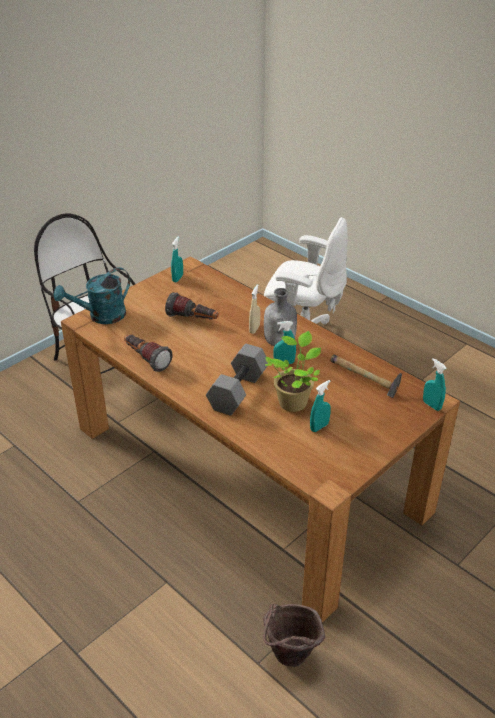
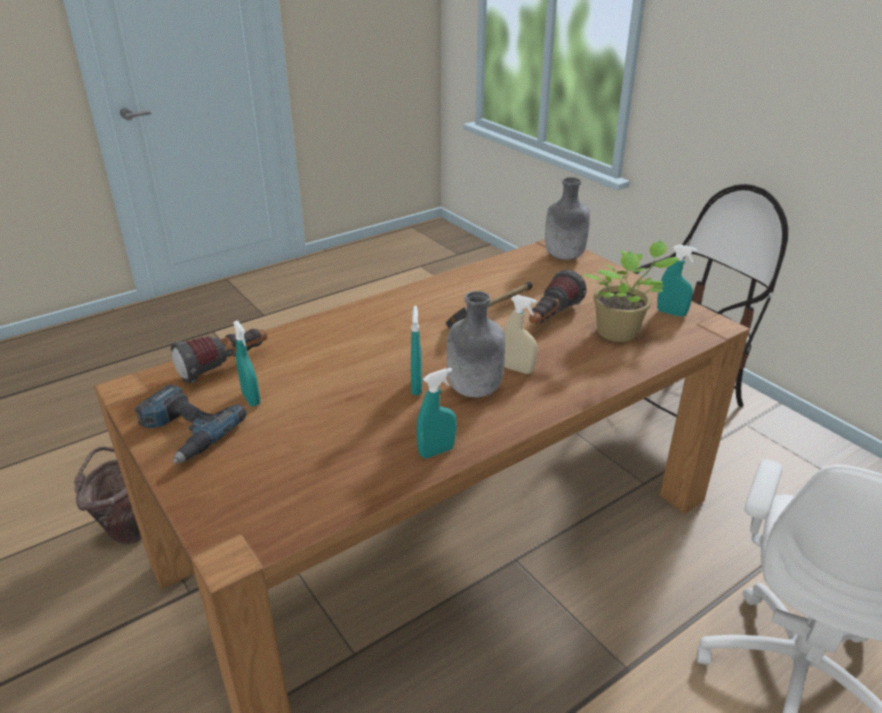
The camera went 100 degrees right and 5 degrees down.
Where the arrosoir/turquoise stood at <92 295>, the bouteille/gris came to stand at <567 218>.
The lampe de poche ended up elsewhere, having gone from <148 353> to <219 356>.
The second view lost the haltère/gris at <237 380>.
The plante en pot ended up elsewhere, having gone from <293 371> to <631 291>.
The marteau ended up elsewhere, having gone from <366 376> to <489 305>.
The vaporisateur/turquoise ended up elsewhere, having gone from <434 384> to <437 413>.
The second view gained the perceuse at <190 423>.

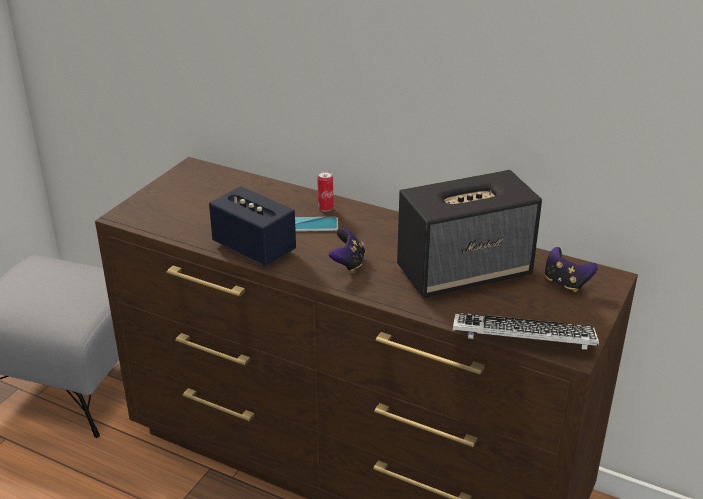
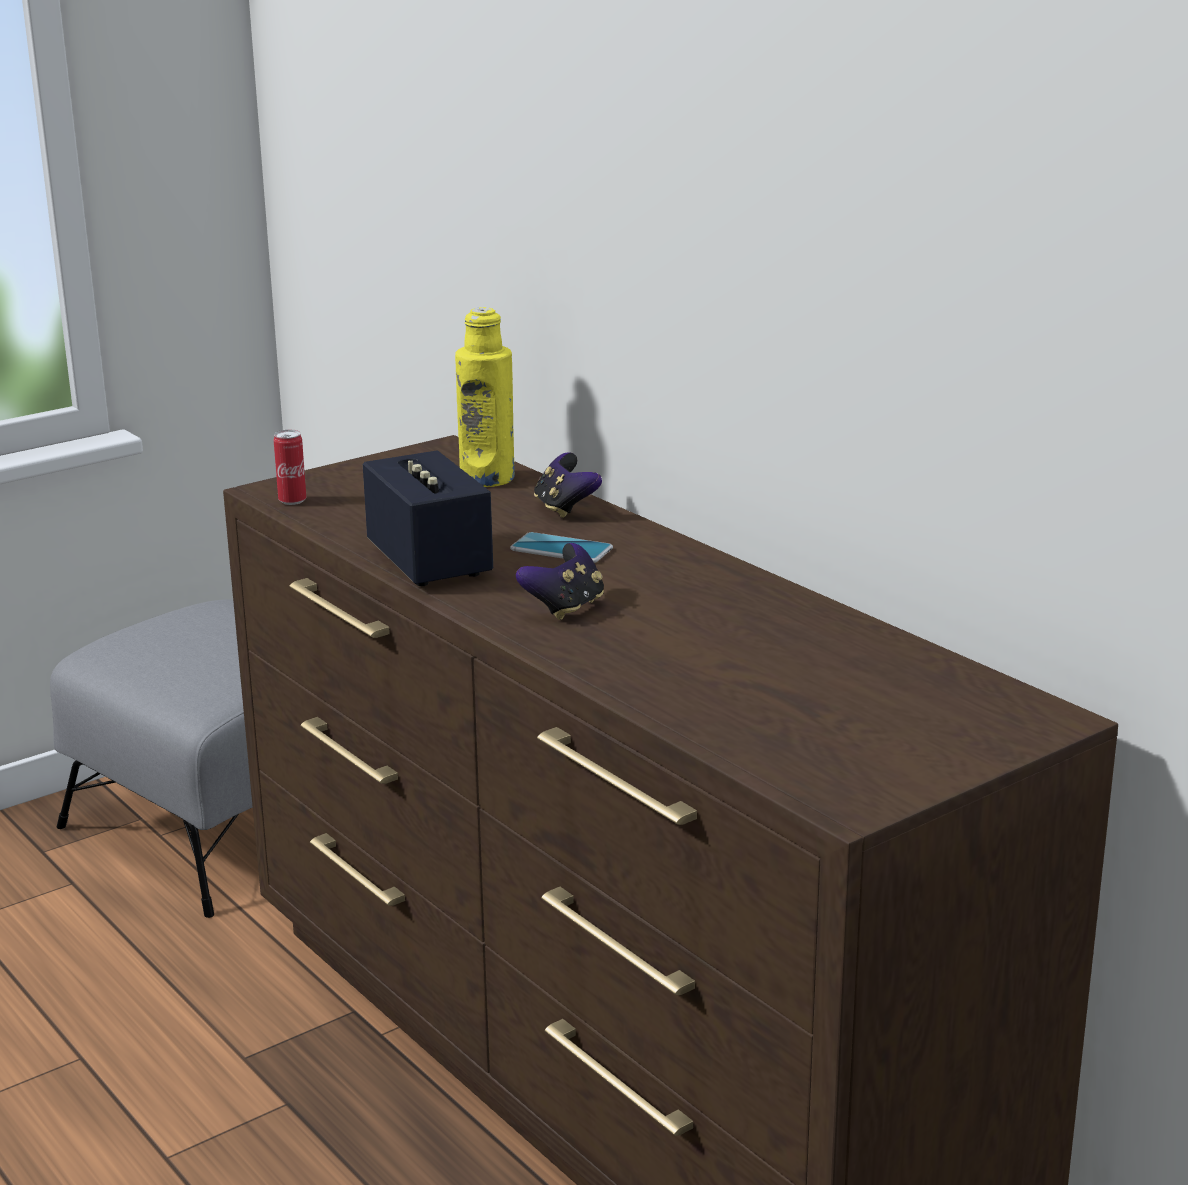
The camera went 25 degrees right and 10 degrees down.
The boîte métallique ended up elsewhere, having gone from <325 191> to <290 467>.
The second view lost the enceinte at <469 234>.
The second view lost the clavier at <526 331>.
The manette ended up elsewhere, having gone from <571 269> to <568 485>.
The second view gained the bouteille/jaune at <485 397>.

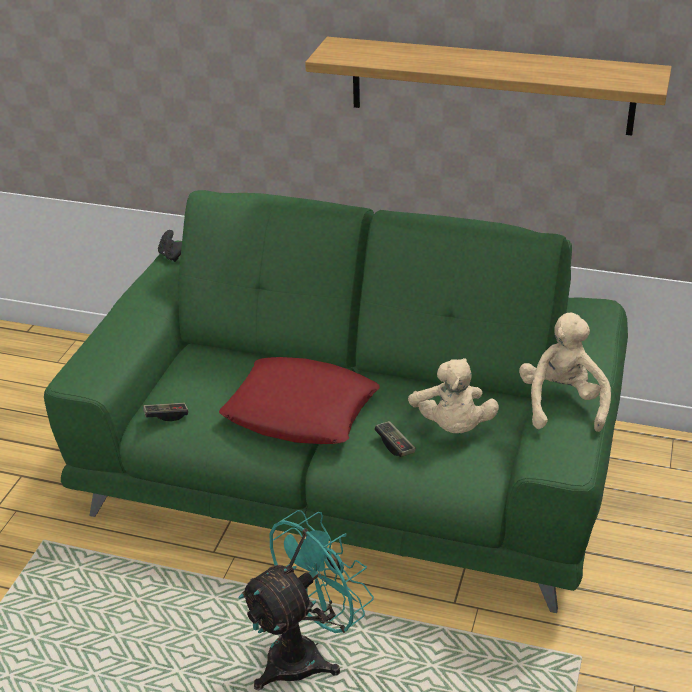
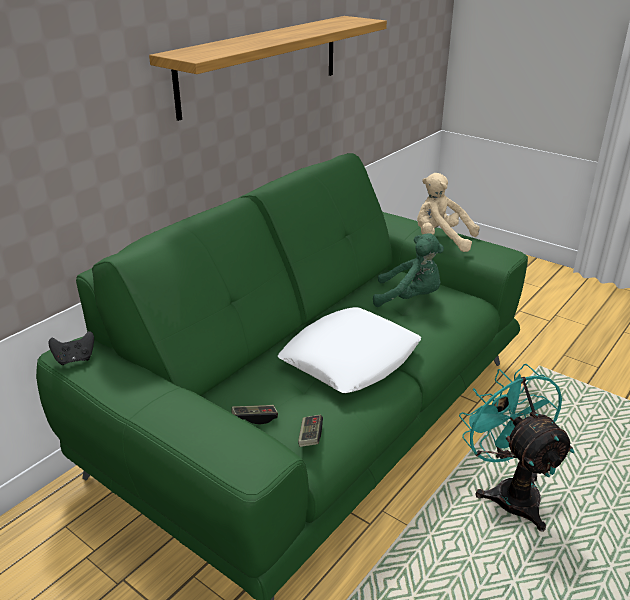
The camera went 70 degrees left and 5 degrees down.
What was the coussin/rouge at <299 400> turned into the coussin/blanc at <349 350>.
The manette ended up elsewhere, having gone from <395 439> to <254 414>.
What was the peluche/beige at <453 395> turned into the peluche/vert at <408 270>.

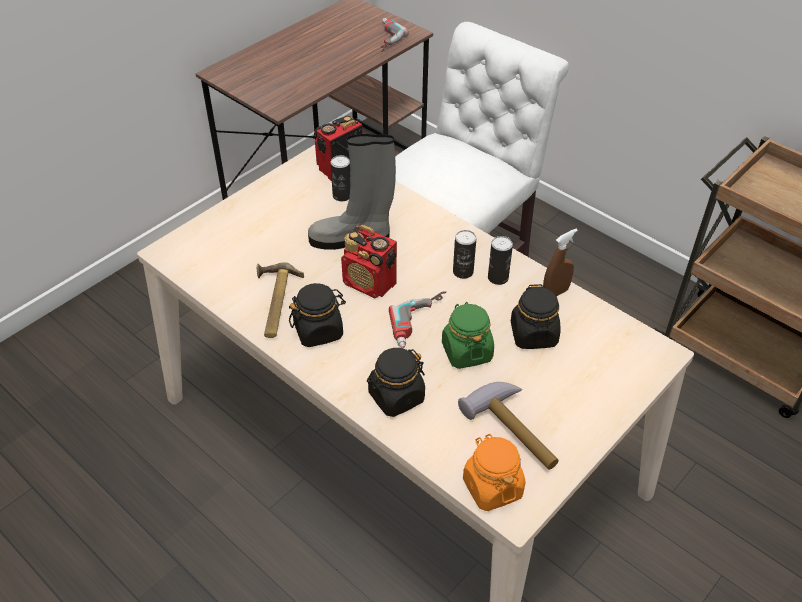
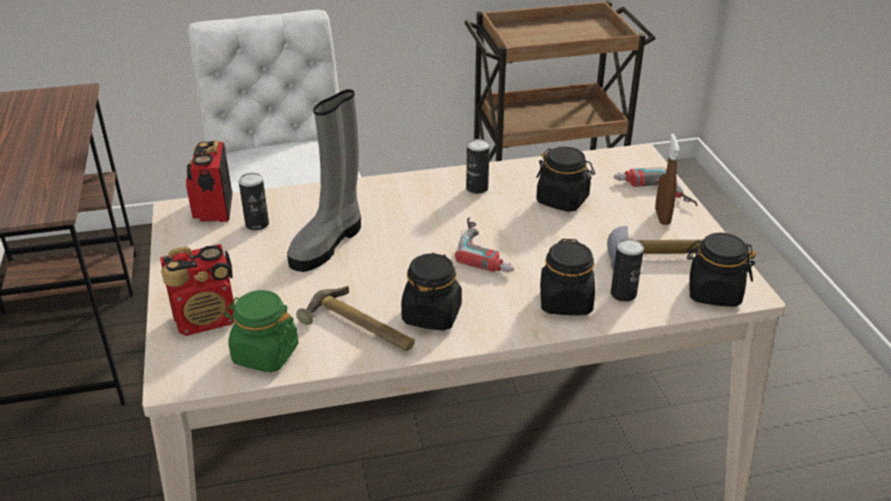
The camera went 55 degrees left and 10 degrees down.
The radio ended up elsewhere, having gone from <369 261> to <197 290>.
The perceuse ended up elsewhere, having gone from <394 35> to <655 186>.
The bocal/vert ended up elsewhere, having gone from <468 335> to <261 331>.
The boîte métallique ended up elsewhere, having gone from <464 254> to <627 270>.
What was the bocal/orange at <494 472> turned into the bocal/noir at <721 270>.
The vaporisateur/marron ended up elsewhere, having gone from <560 263> to <667 179>.

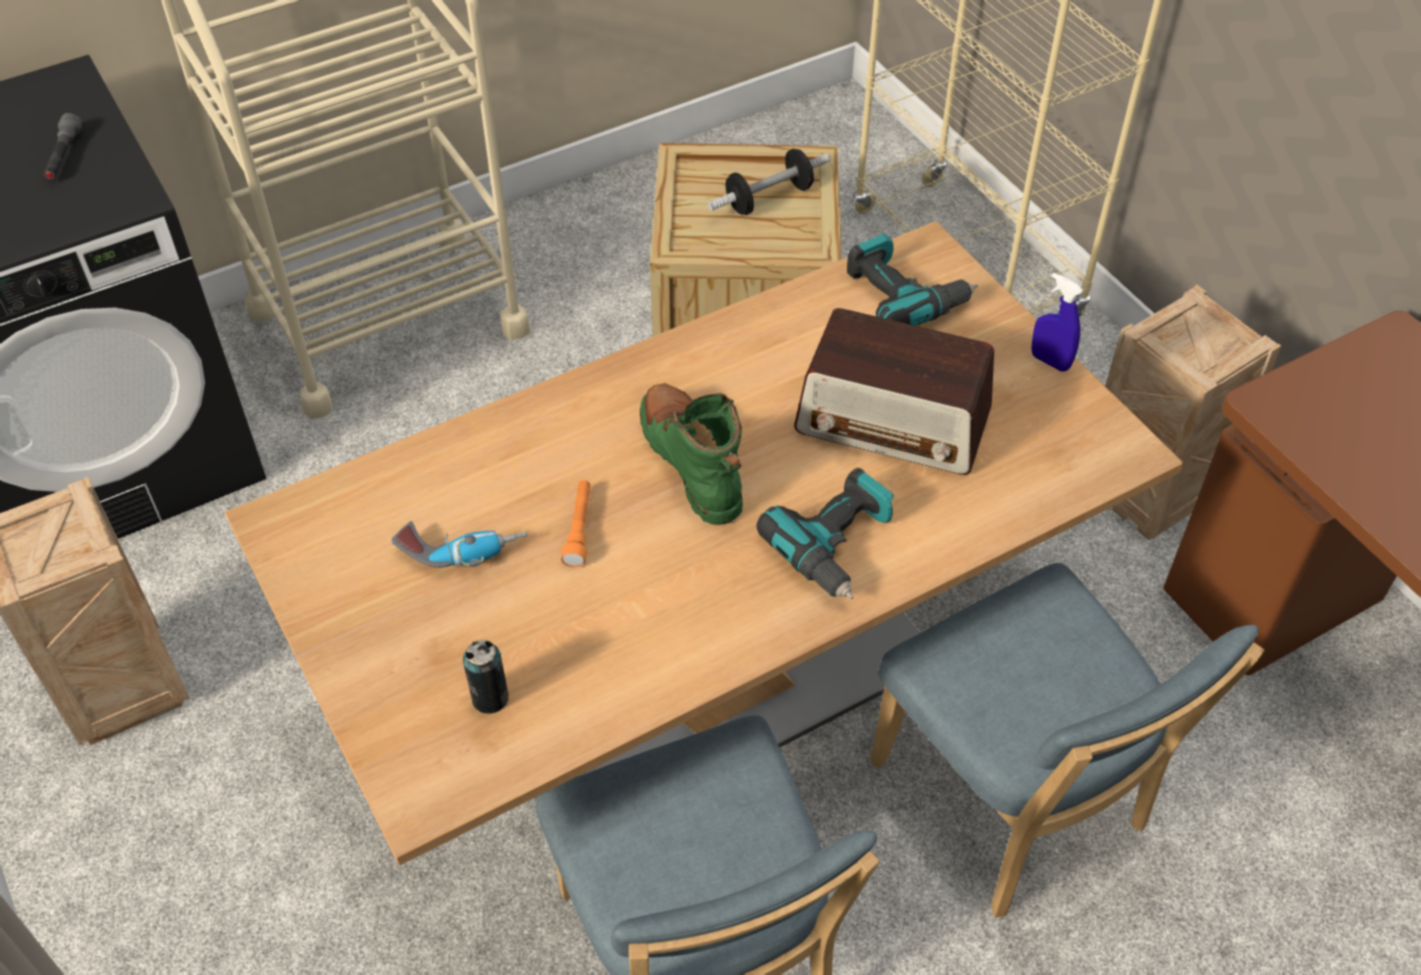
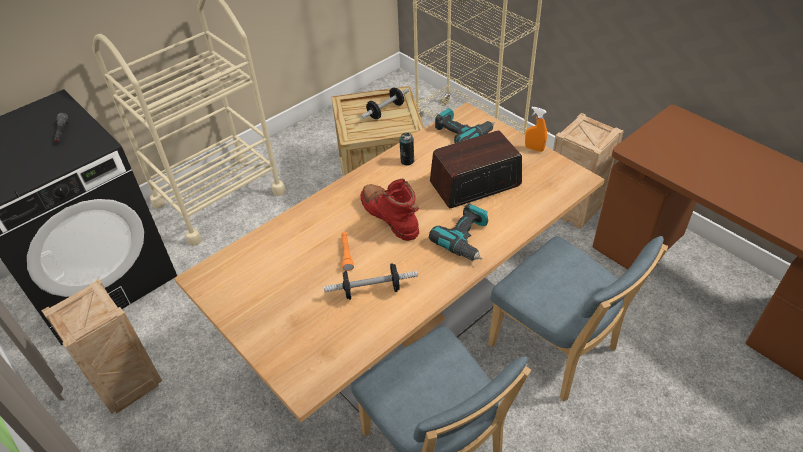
The camera went 10 degrees left and 5 degrees down.
The second view lost the perceuse at <459 544>.
The boîte métallique ended up elsewhere, having gone from <486 677> to <407 149>.
What was the botte/vert at <691 453> turned into the botte/rouge at <389 210>.
The radio at <894 391> ended up facing another way, 150 degrees clockwise from before.
What was the vaporisateur/bleu at <1057 322> turned into the vaporisateur/orange at <536 129>.
The second view gained the haltère at <371 281>.

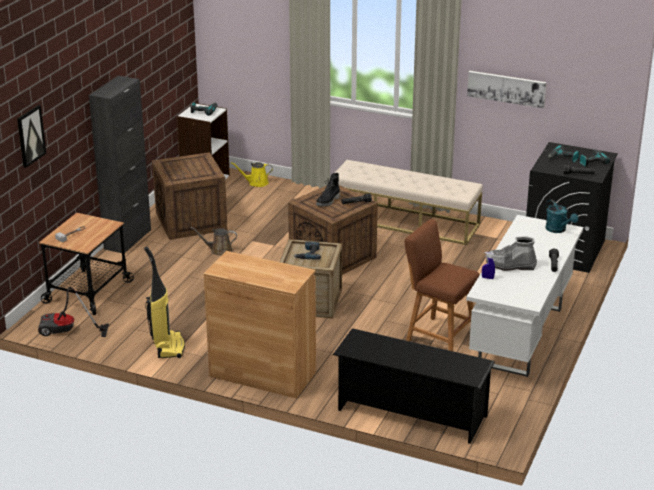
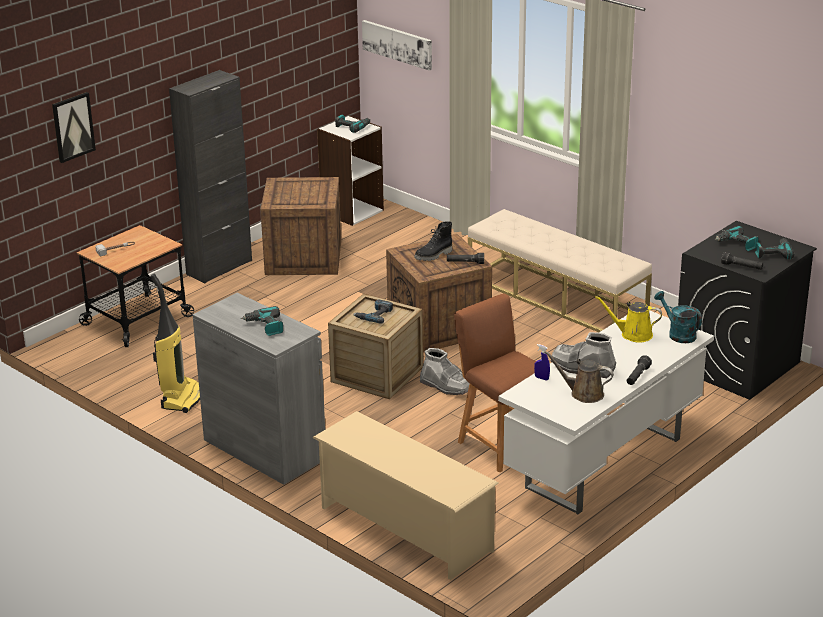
The camera went 20 degrees right and 0 degrees up.
The second view lost the aspirateur at <73 312>.
The arrosoir/marron ended up elsewhere, having gone from <213 241> to <579 376>.
What was the meuble de rangement/marron at <260 325> turned into the meuble de rangement/gris at <259 389>.
The arrosoir/jaune ended up elsewhere, having gone from <252 174> to <628 319>.
What was the étagère à chaussures/noir at <414 386> turned into the étagère à chaussures/beige at <406 495>.
The tableau ended up elsewhere, having gone from <507 89> to <397 45>.
The arrosoir/turquoise at <561 216> ended up facing another way, 150 degrees clockwise from before.
The second view gained the perceuse at <262 321>.
The second view gained the botte/gris at <445 371>.

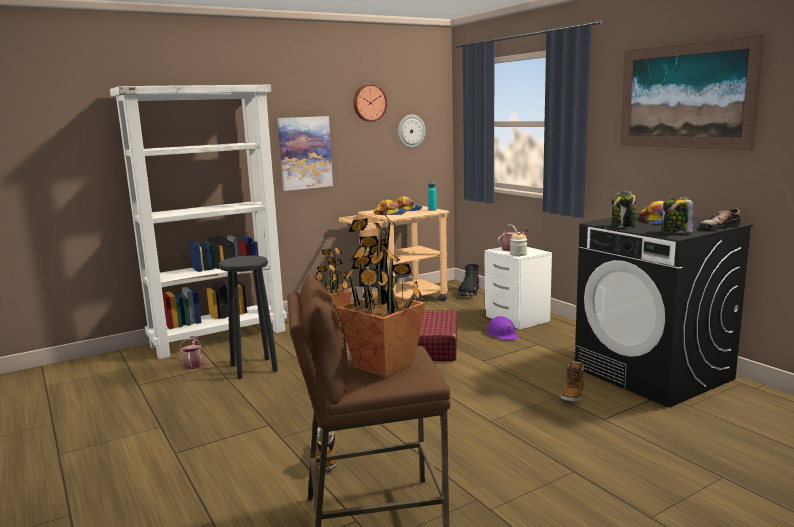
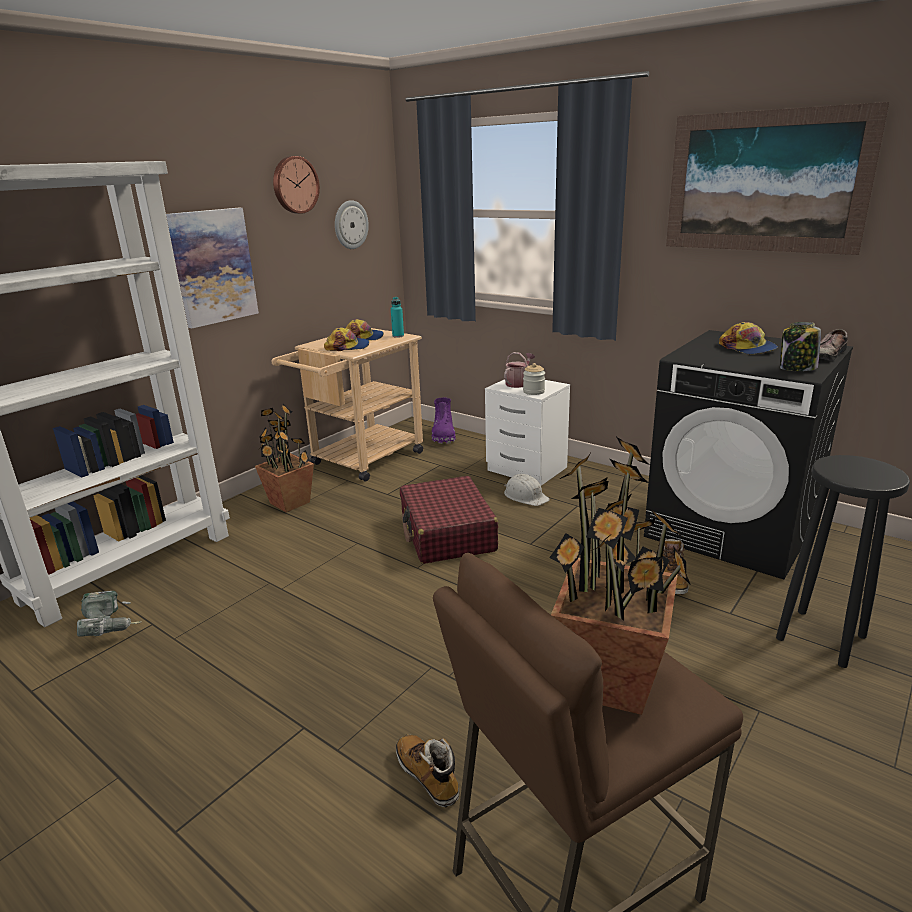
The camera went 20 degrees left and 10 degrees up.
Where the arrosoir stood at <191 353>, the perceuse came to stand at <109 614>.
The tabouret/noir ended up elsewhere, having gone from <248 317> to <843 561>.
What was the botte/noir at <468 280> turned into the botte/violet at <443 420>.
What was the casque de chantier/violet at <503 328> turned into the casque de chantier/blanc at <527 490>.
The second view lost the bocal at <624 210>.

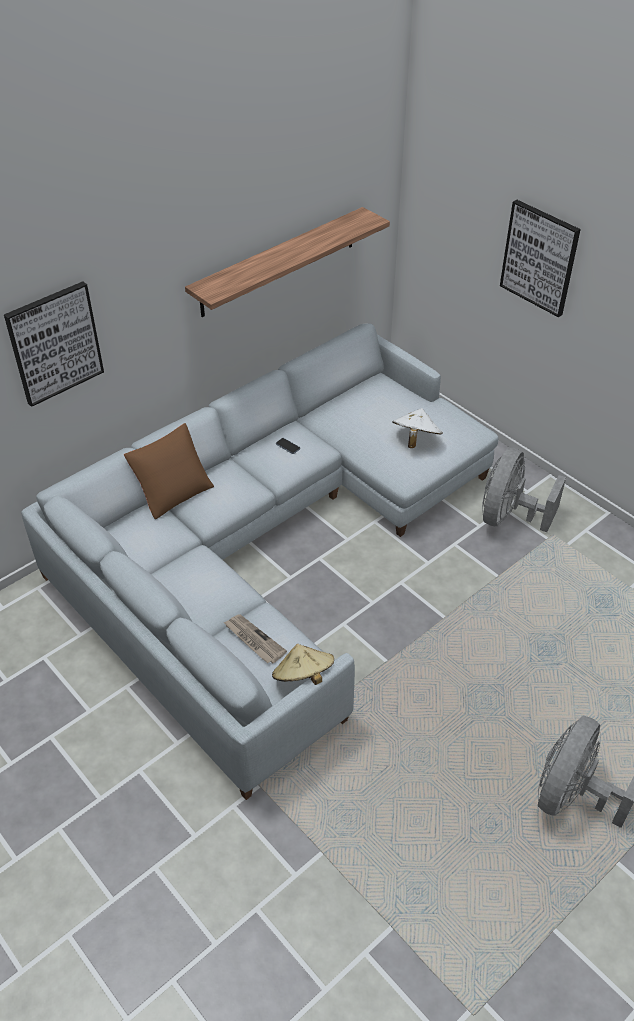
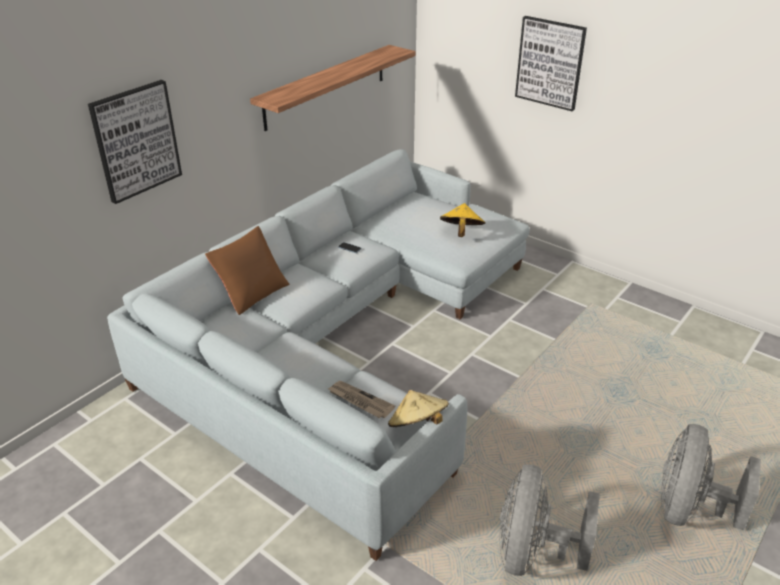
The camera went 10 degrees left and 10 degrees down.
What was the chapeau/blanc at <418 428> turned into the chapeau/jaune at <463 220>.
The ventilateur/gris ended up elsewhere, having gone from <524 490> to <549 520>.

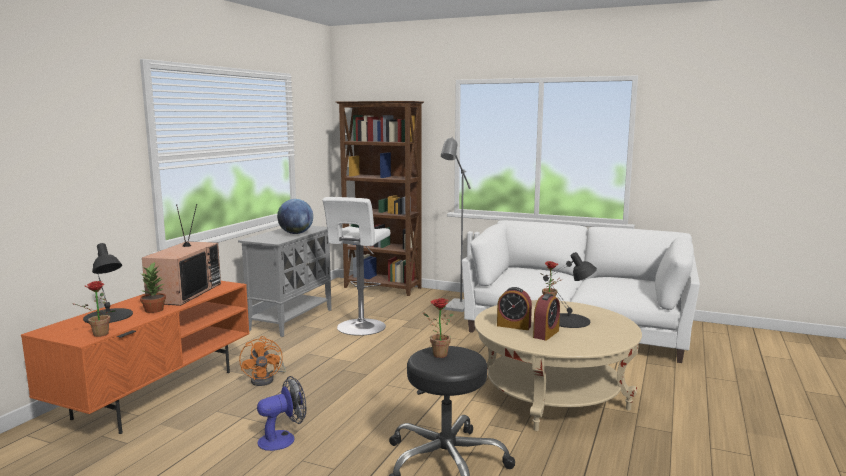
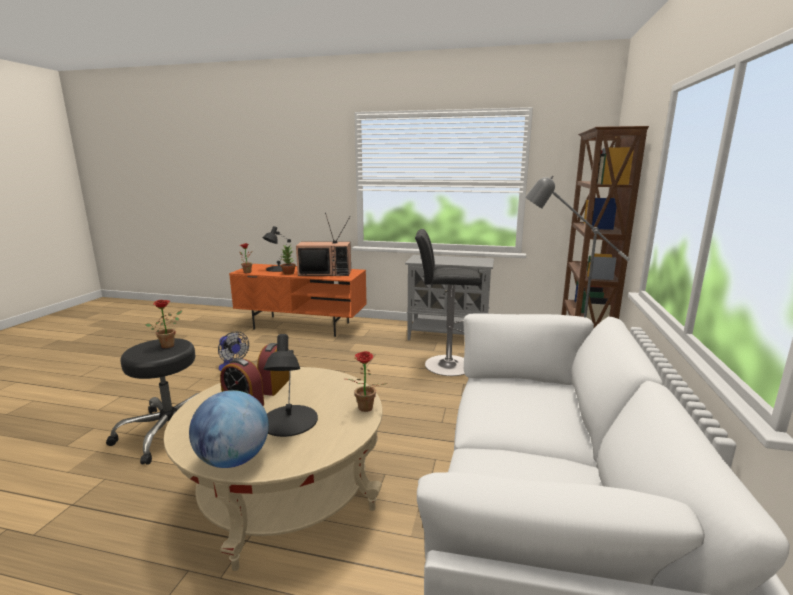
The camera went 80 degrees right and 5 degrees up.
The second view lost the ventilateur/orange at <262 361>.
The globe ended up elsewhere, having gone from <295 216> to <229 429>.
What was the tabouret/blanc at <357 266> turned into the tabouret/noir at <448 302>.

